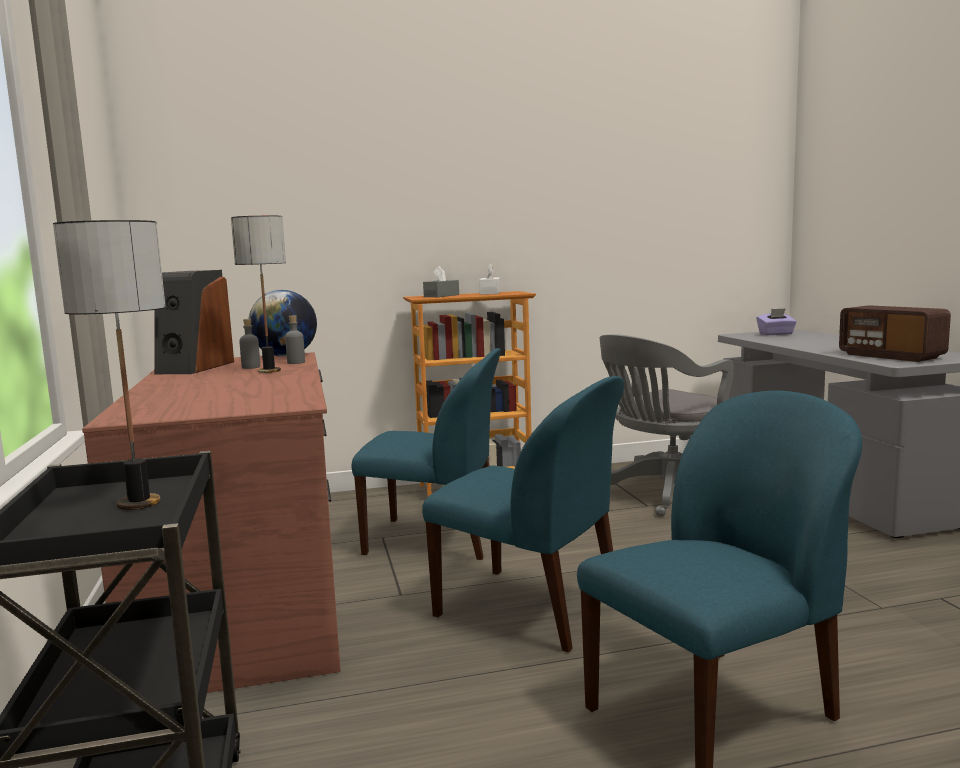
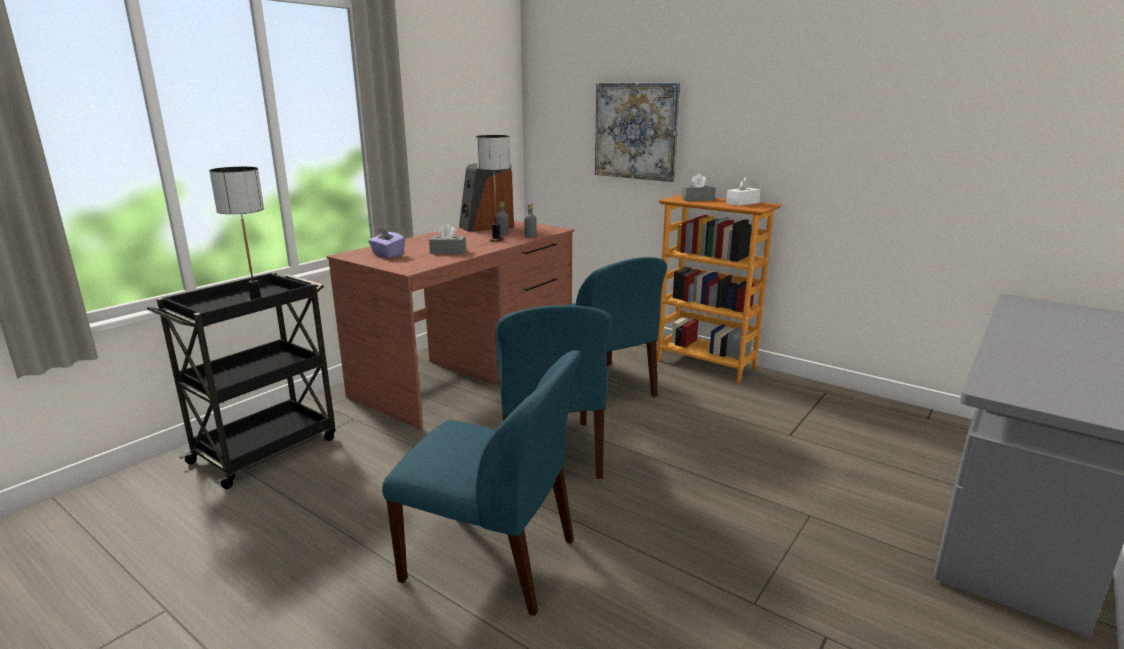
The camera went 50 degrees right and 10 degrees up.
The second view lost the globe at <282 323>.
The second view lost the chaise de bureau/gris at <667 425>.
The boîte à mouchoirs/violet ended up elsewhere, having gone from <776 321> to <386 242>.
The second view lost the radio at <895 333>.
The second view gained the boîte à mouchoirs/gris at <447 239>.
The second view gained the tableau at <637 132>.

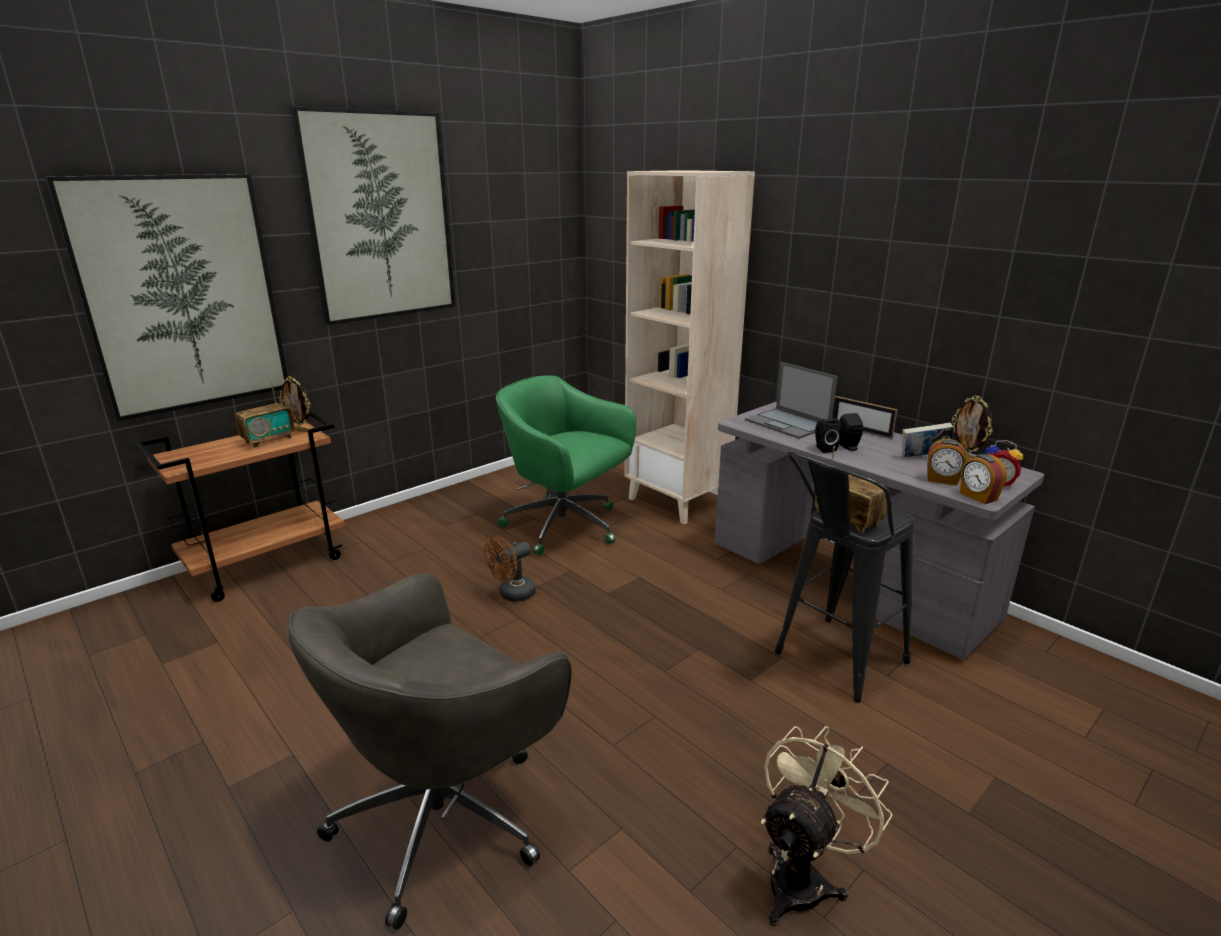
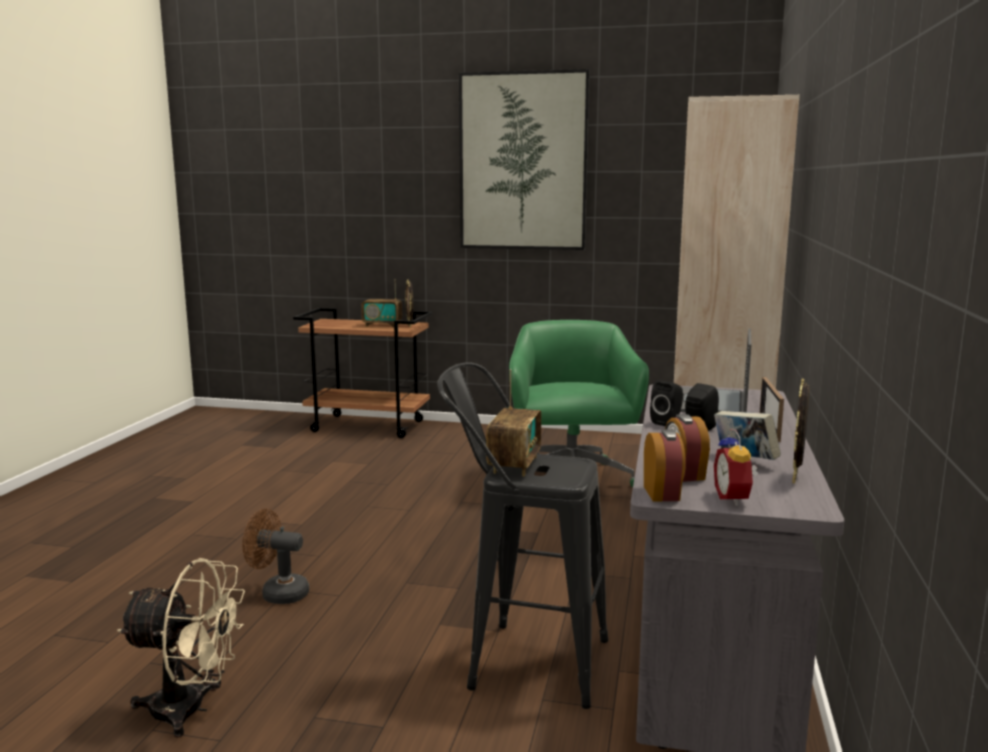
The camera went 55 degrees right and 10 degrees down.
The second view lost the tableau at <166 297>.
The second view lost the chaise de bureau/gris at <430 751>.
The ventilateur/marron ended up elsewhere, having gone from <510 568> to <275 556>.
The réveil at <983 479> ended up facing another way, 150 degrees clockwise from before.

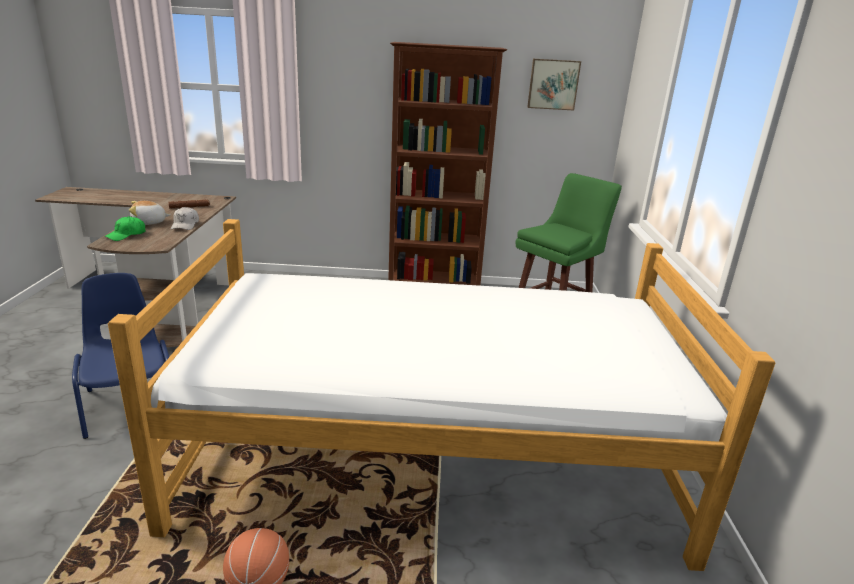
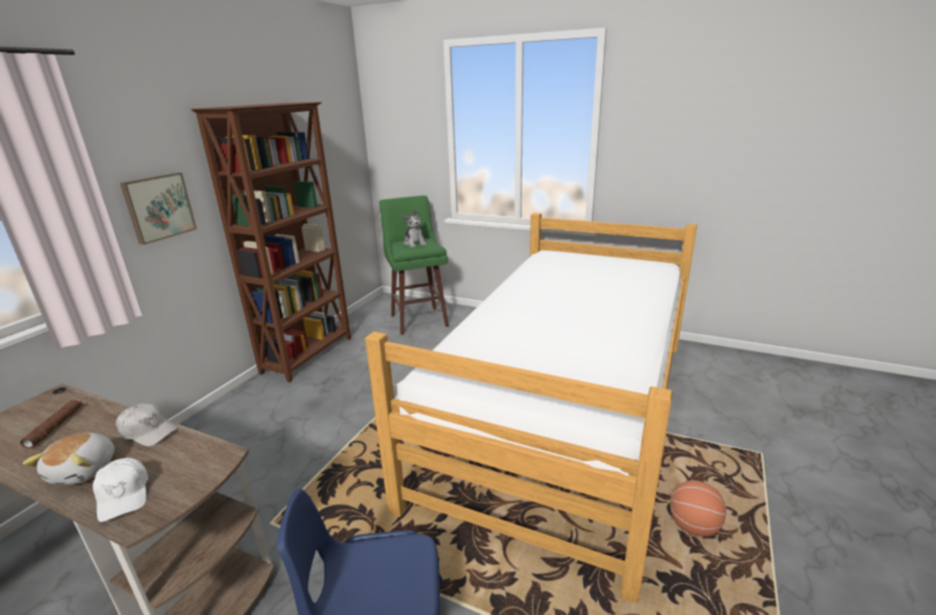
The camera went 65 degrees left and 0 degrees up.
What was the casquette/vert at <125 228> turned into the casquette/blanc at <120 490>.
The tableau ended up elsewhere, having gone from <554 85> to <158 209>.
The second view gained the peluche at <414 229>.

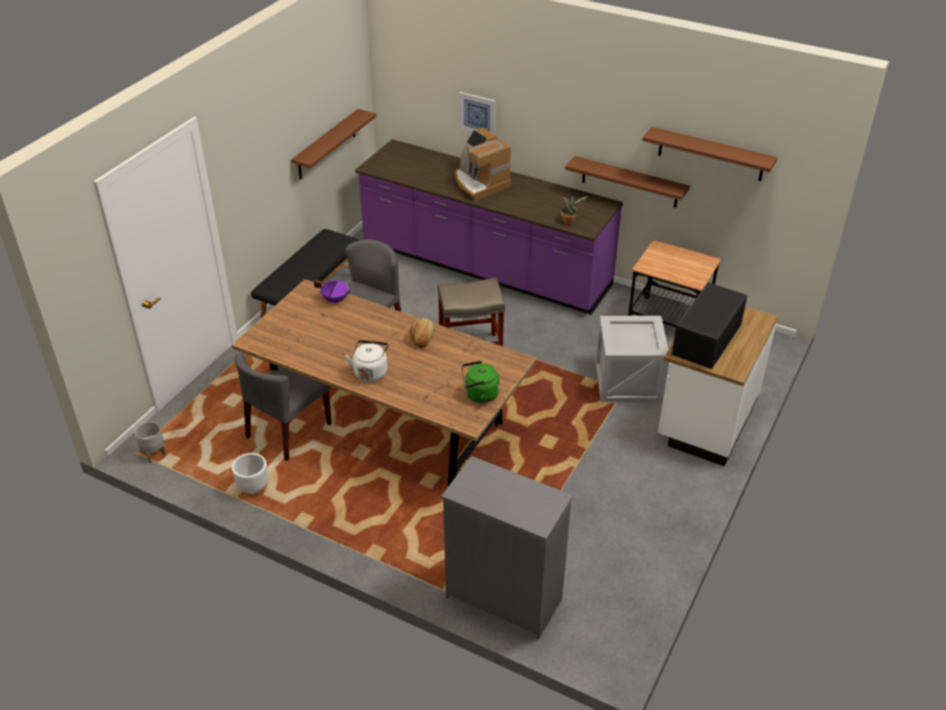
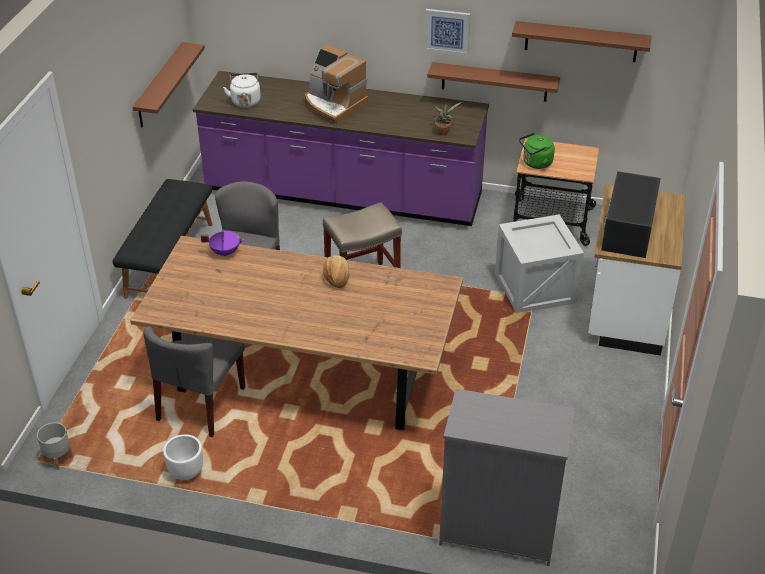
The camera went 15 degrees left and 0 degrees up.
The bouilloire/blanc ended up elsewhere, having gone from <367 361> to <242 90>.
The tableau ended up elsewhere, having gone from <477 113> to <447 32>.
The bouilloire/vert ended up elsewhere, having gone from <481 382> to <537 151>.

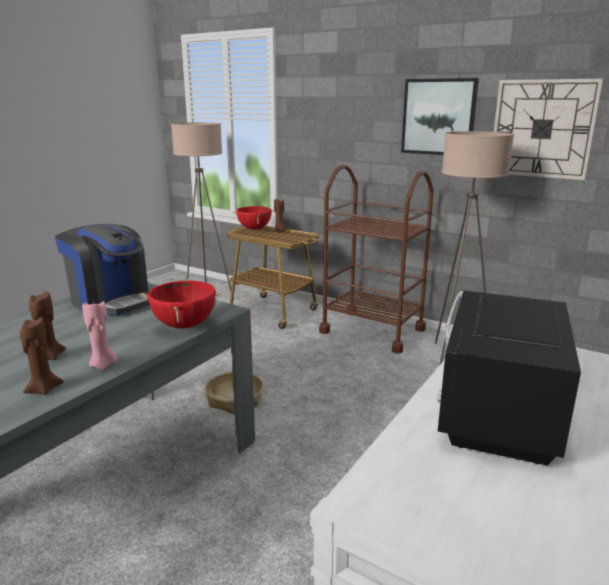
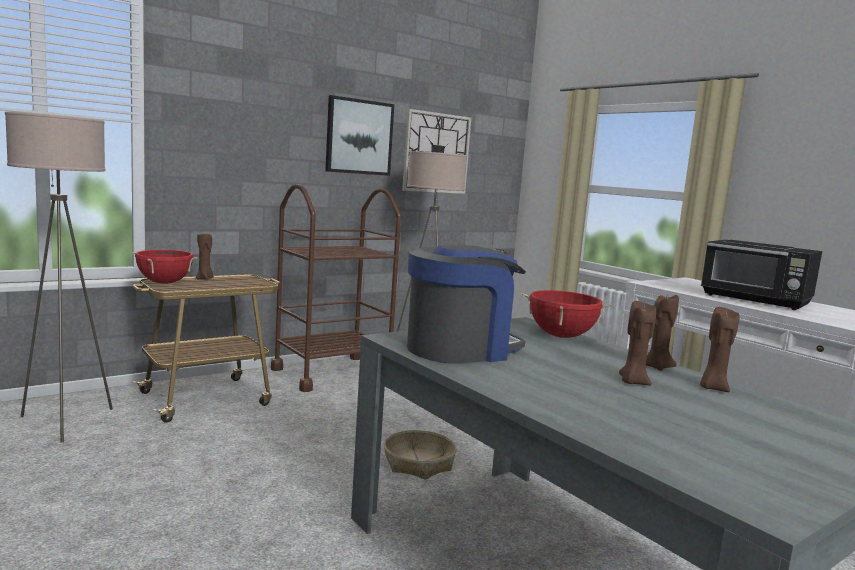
The camera went 70 degrees left and 10 degrees down.
What was the bougie/rose at <99 336> turned into the bougie/marron at <662 332>.

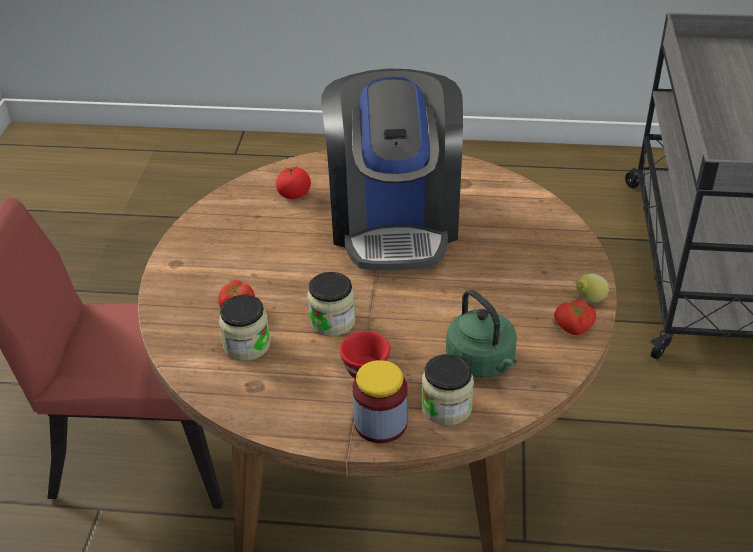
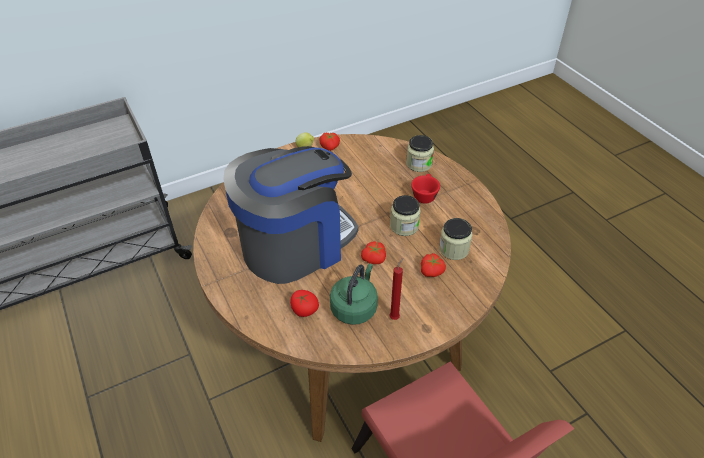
The camera went 125 degrees left and 5 degrees up.
The second view lost the bocal at <380 401>.
The bouilloire/vert ended up elsewhere, having gone from <481 334> to <354 294>.
The second view gained the tomate at <373 252>.
The second view gained the bougie/rouge at <396 289>.

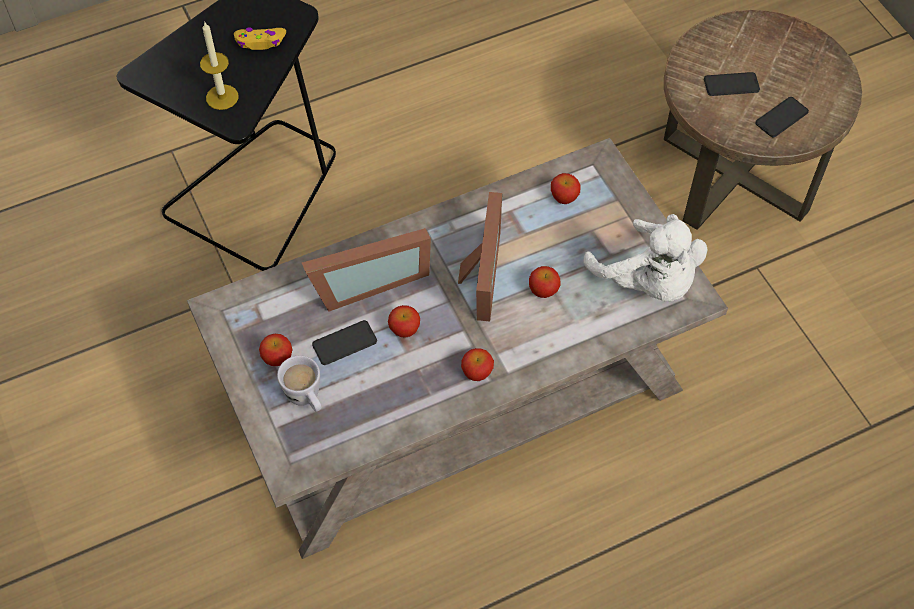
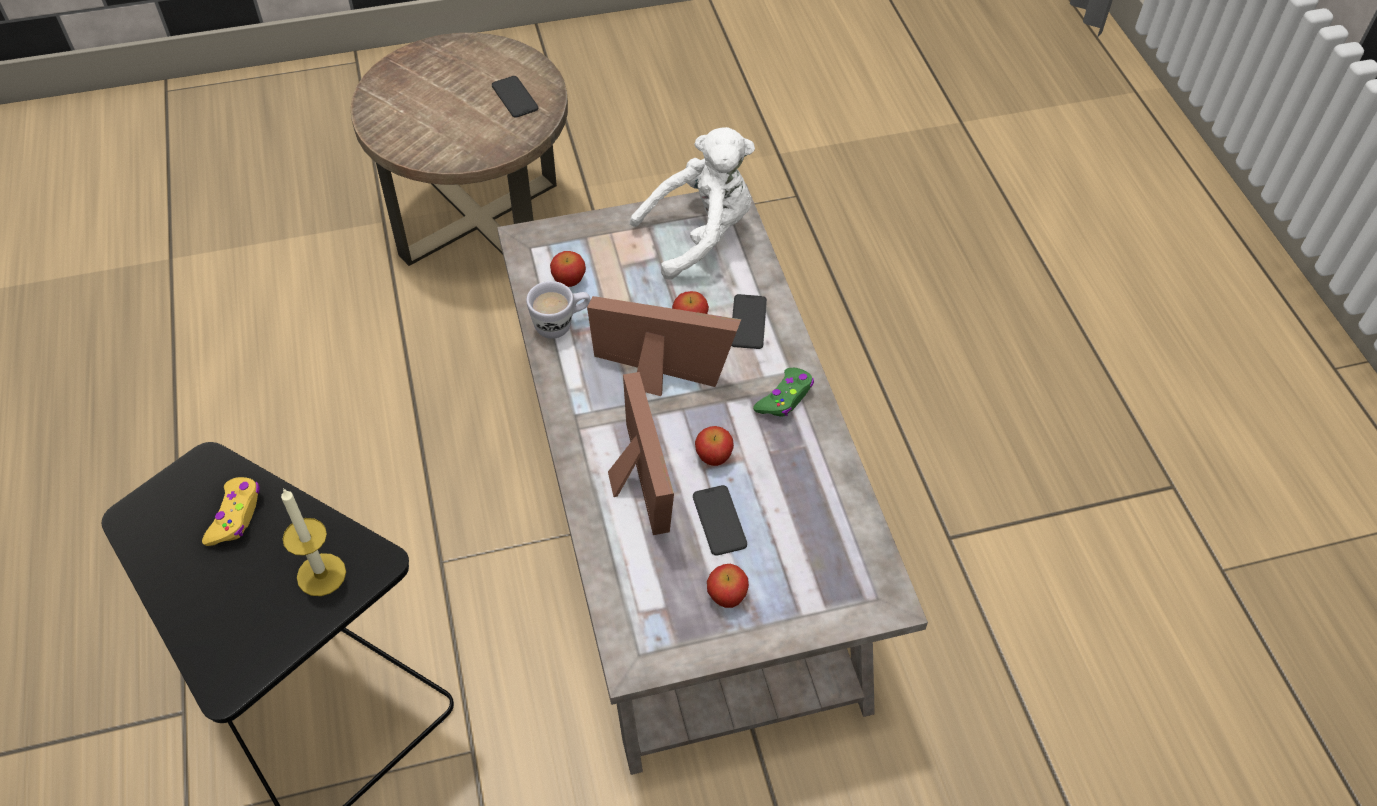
The camera went 80 degrees left and 5 degrees down.
The mug/blanc ended up elsewhere, having gone from <299 383> to <558 310>.
Where the pomme stood at <477 364>, the manette/vert came to stand at <783 392>.
The téléphone ended up elsewhere, having gone from <732 84> to <749 321>.

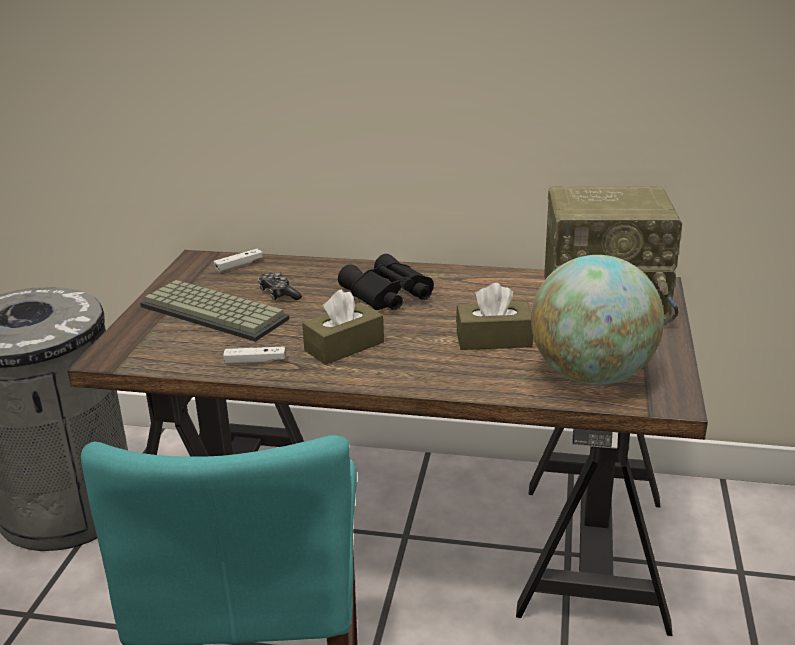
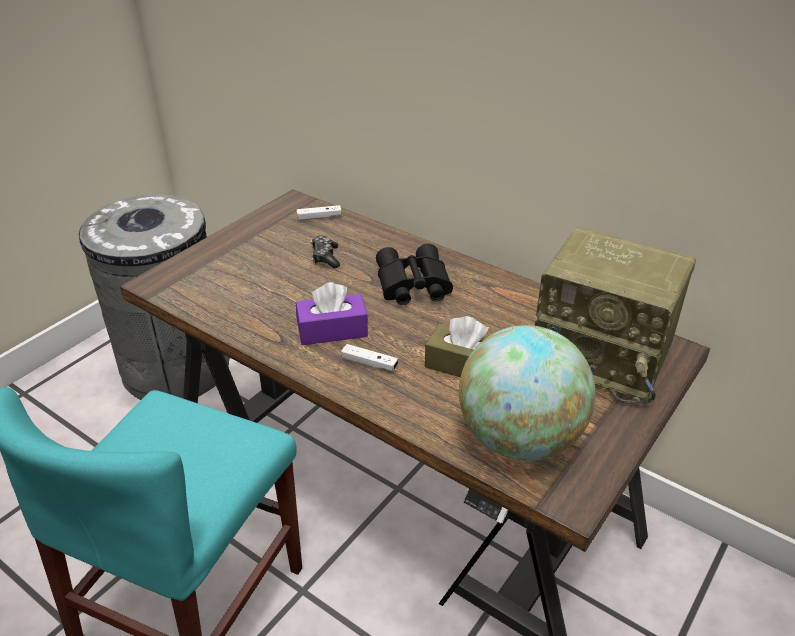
The camera went 25 degrees right and 10 degrees up.
The second view lost the clavier at <215 311>.
The manette/blanc ended up elsewhere, having gone from <254 356> to <369 357>.
What was the boîte à mouchoirs/marron at <343 327> turned into the boîte à mouchoirs/violet at <332 313>.

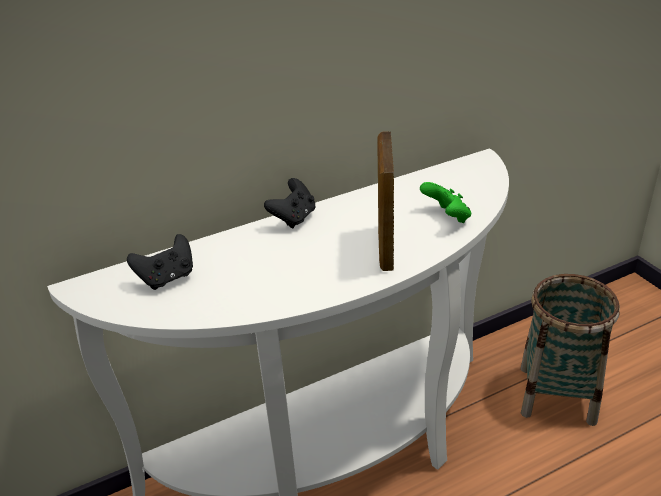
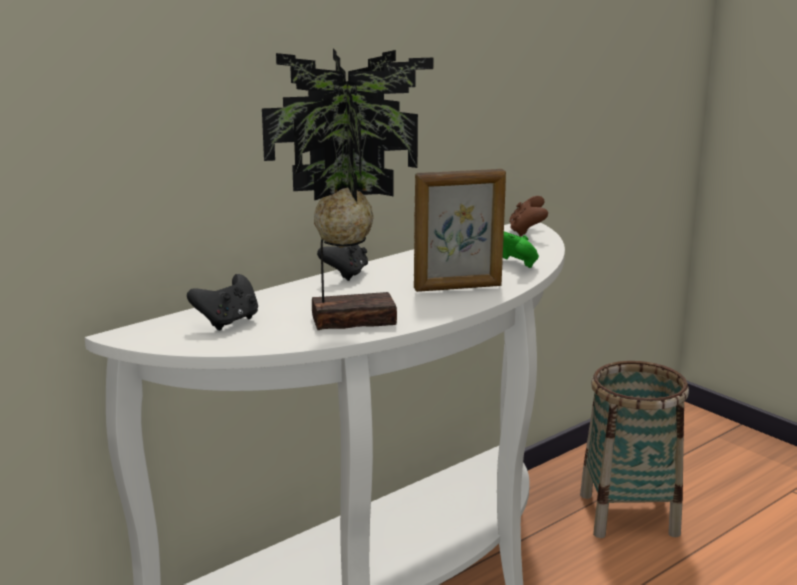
The camera went 15 degrees left and 15 degrees down.
The cadre photo at <385 201> ended up facing another way, 90 degrees counterclockwise from before.
The second view gained the plante en pot at <348 189>.
The second view gained the manette/marron at <528 216>.

